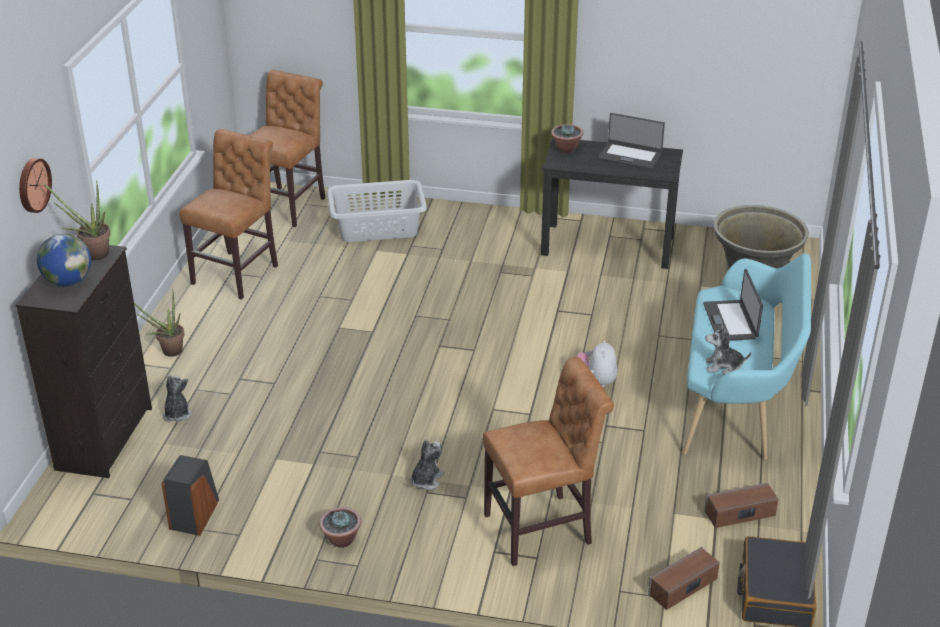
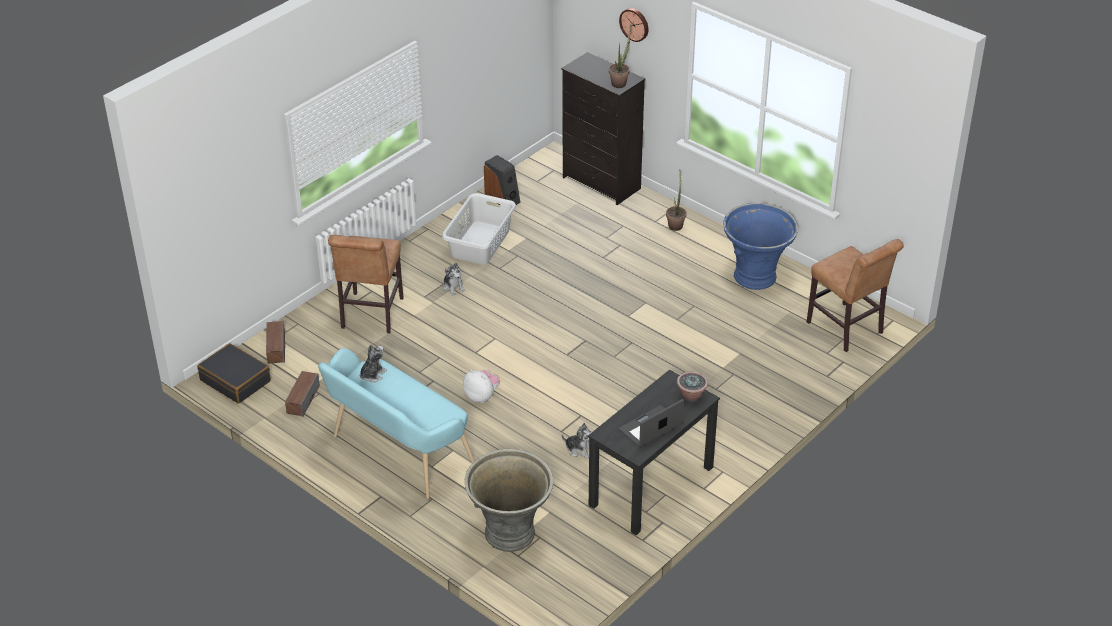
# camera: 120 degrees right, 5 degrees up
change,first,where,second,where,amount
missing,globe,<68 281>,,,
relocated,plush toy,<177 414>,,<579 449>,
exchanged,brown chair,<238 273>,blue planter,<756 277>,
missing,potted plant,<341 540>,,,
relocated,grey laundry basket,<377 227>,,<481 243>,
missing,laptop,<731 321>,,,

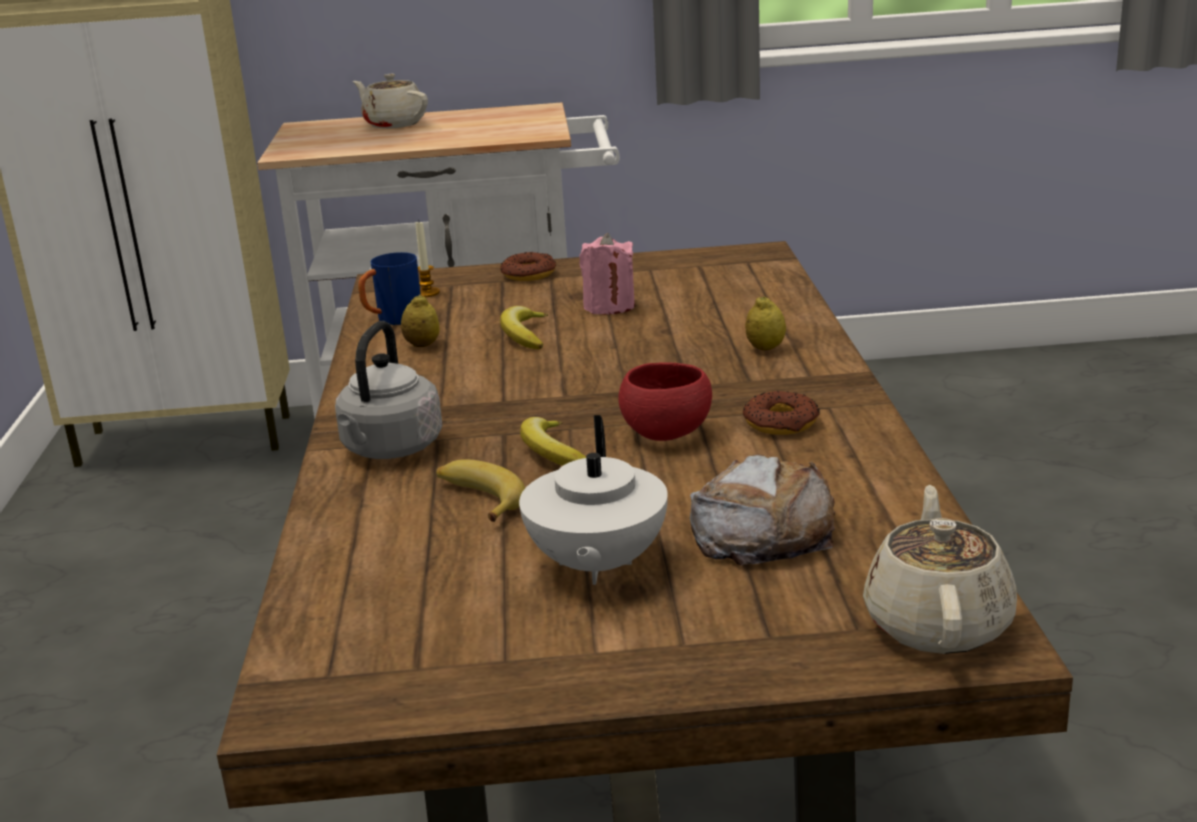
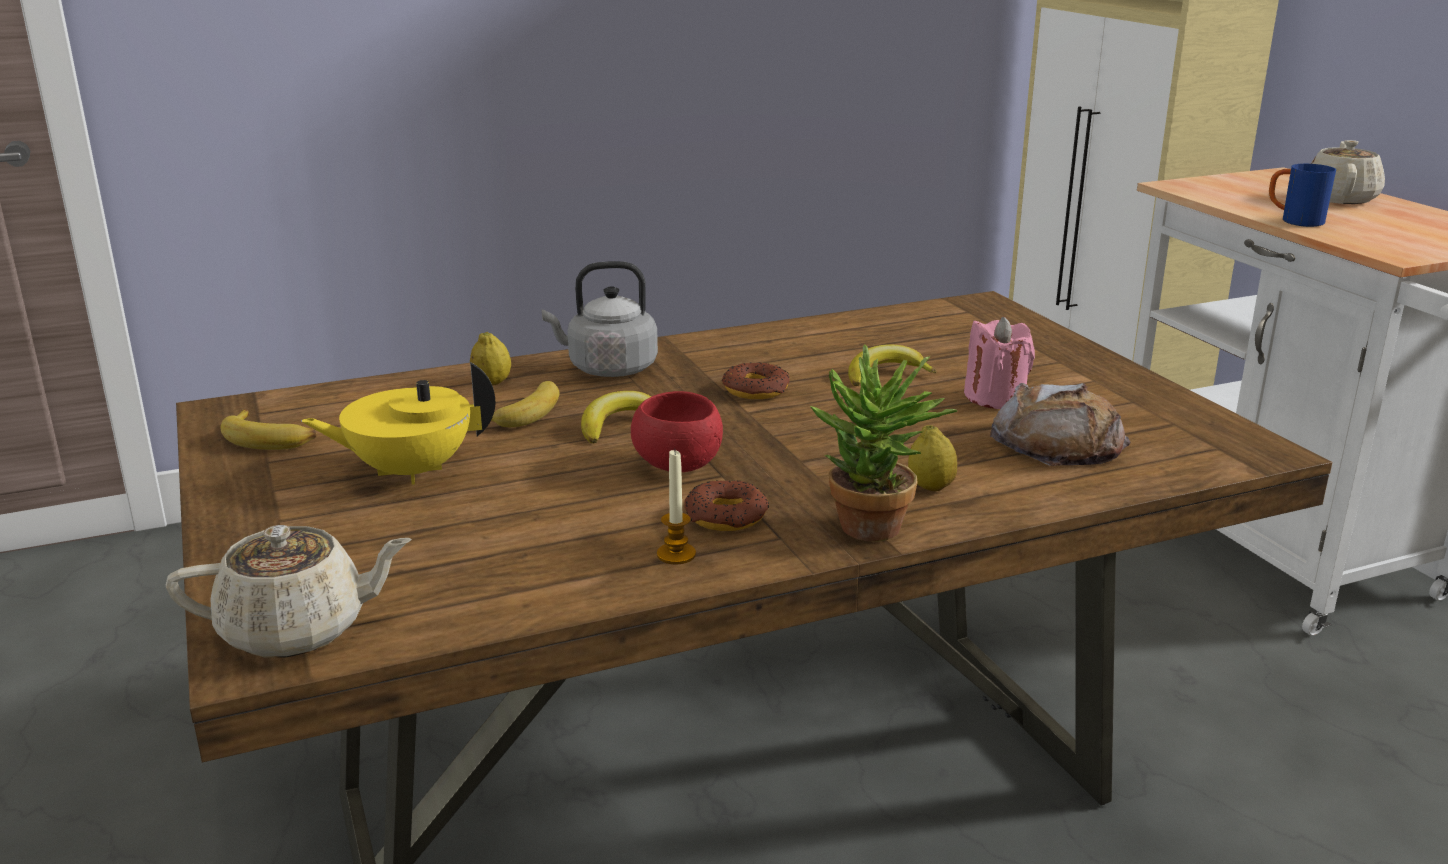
# camera: 70 degrees right, 0 degrees up
change,first,where,second,where,amount
relocated,blue mug,<392 320>,,<1294 221>,
relocated,lemon,<422 345>,,<492 383>,
relocated,candle,<427 293>,,<676 554>,
relocated,donut,<529 274>,,<756 389>,
colour,white teapot,<596 565>,yellow teapot,<409 471>,
relocated,bread,<763 529>,,<1058 442>,
appeared,,,banana,<270 439>,
appeared,,,potted plant,<873 533>,

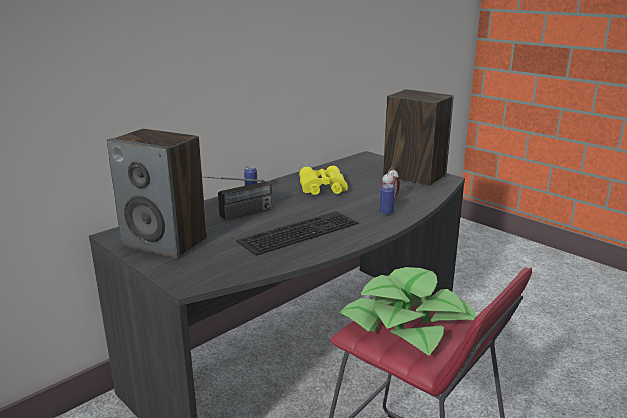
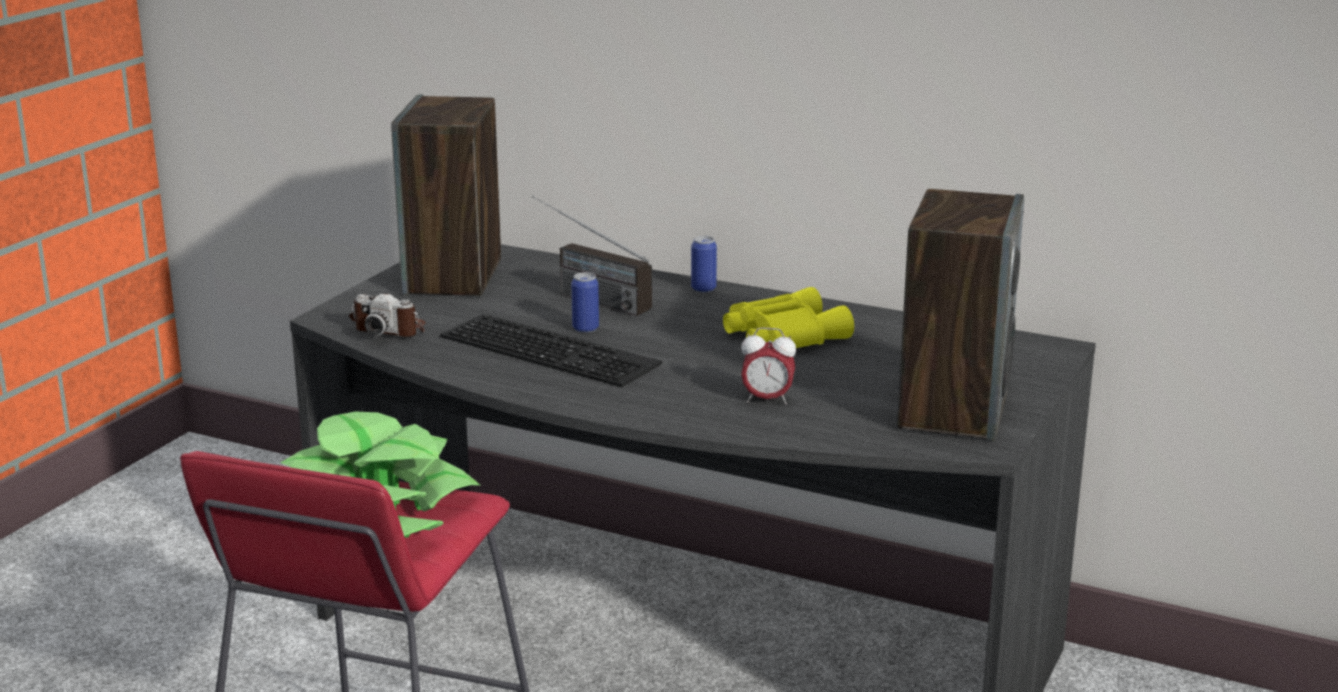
# camera: 70 degrees right, 0 degrees up
change,first,where,second,where,amount
relocated,can,<386 212>,,<585 328>,
appeared,,,photo camera,<390 329>,

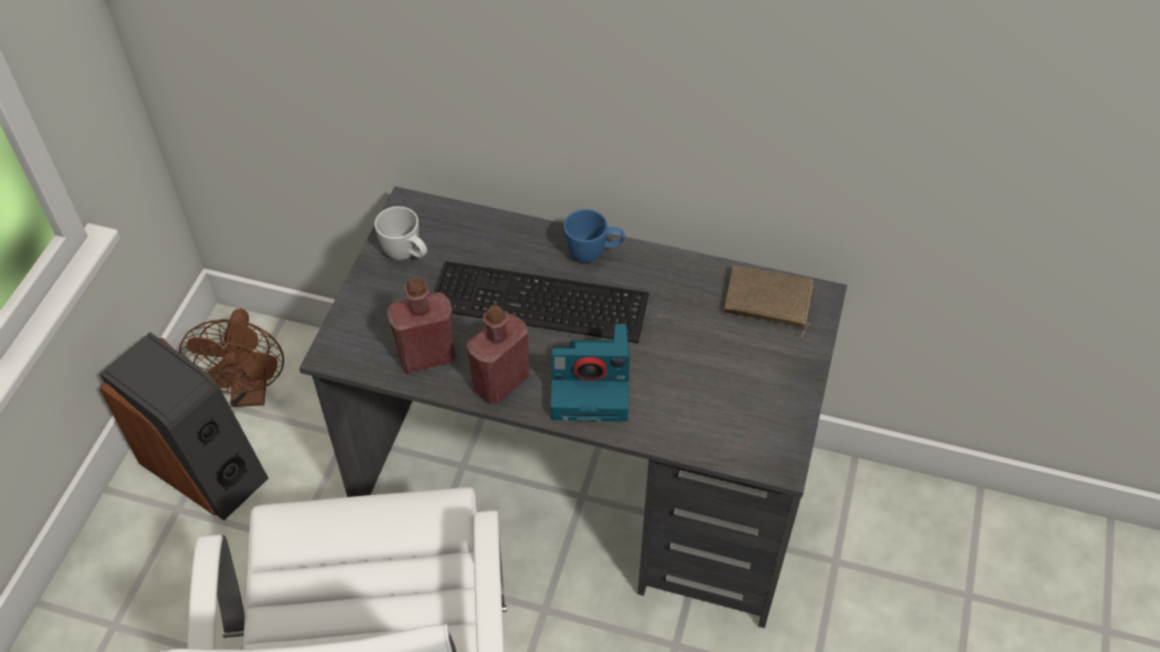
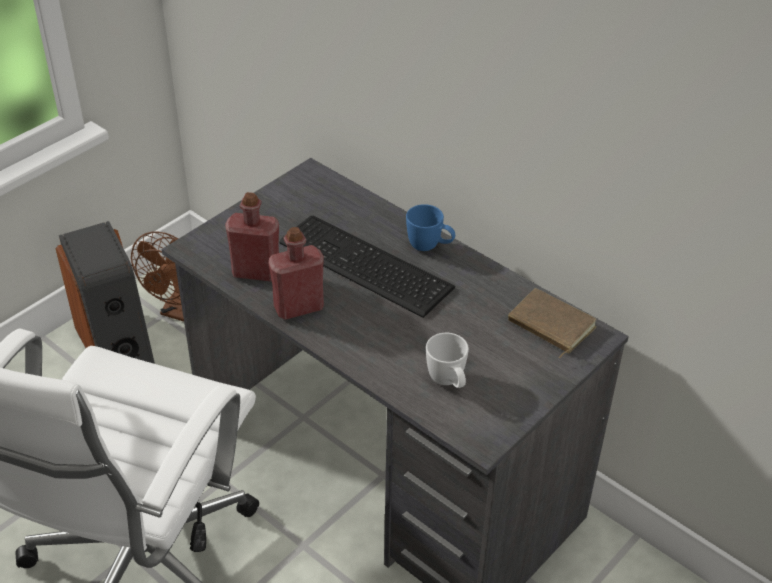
# camera: 25 degrees right, 10 degrees down
change,first,where,second,where,amount
relocated,white mug,<407 255>,,<448 382>,
missing,photo camera,<592 385>,,,

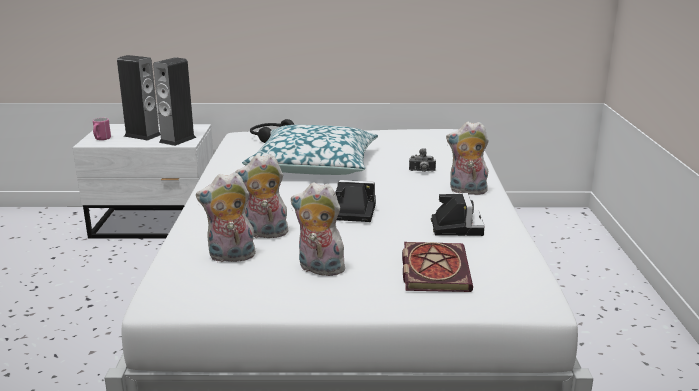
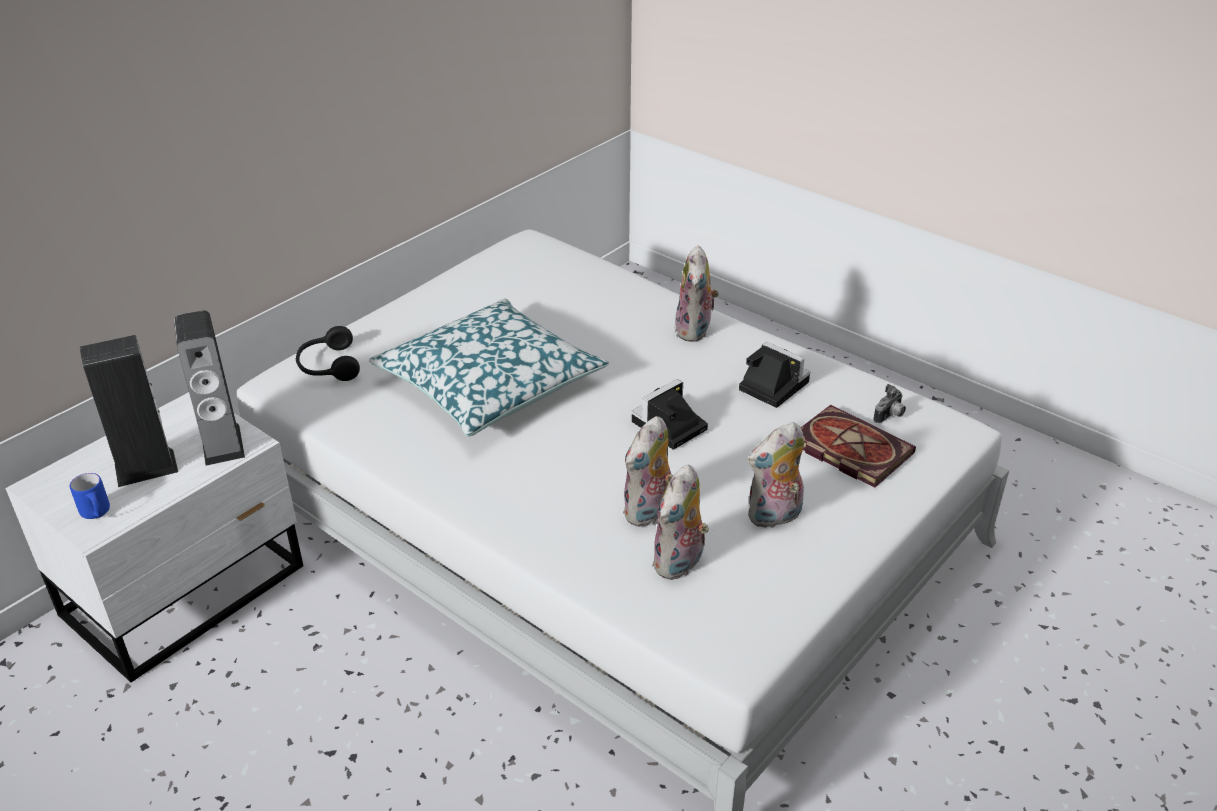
# camera: 50 degrees left, 15 degrees up
change,first,where,second,where,amount
colour,pink mug,<101 139>,blue mug,<97 514>,
relocated,photo camera,<422 171>,,<890 416>,
spun,plush toy,<466 191>,,<695 331>,45 degrees counterclockwise

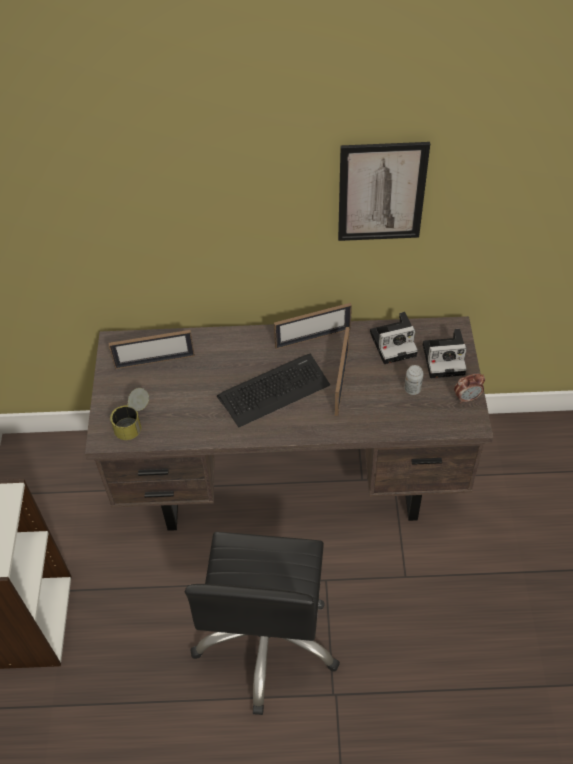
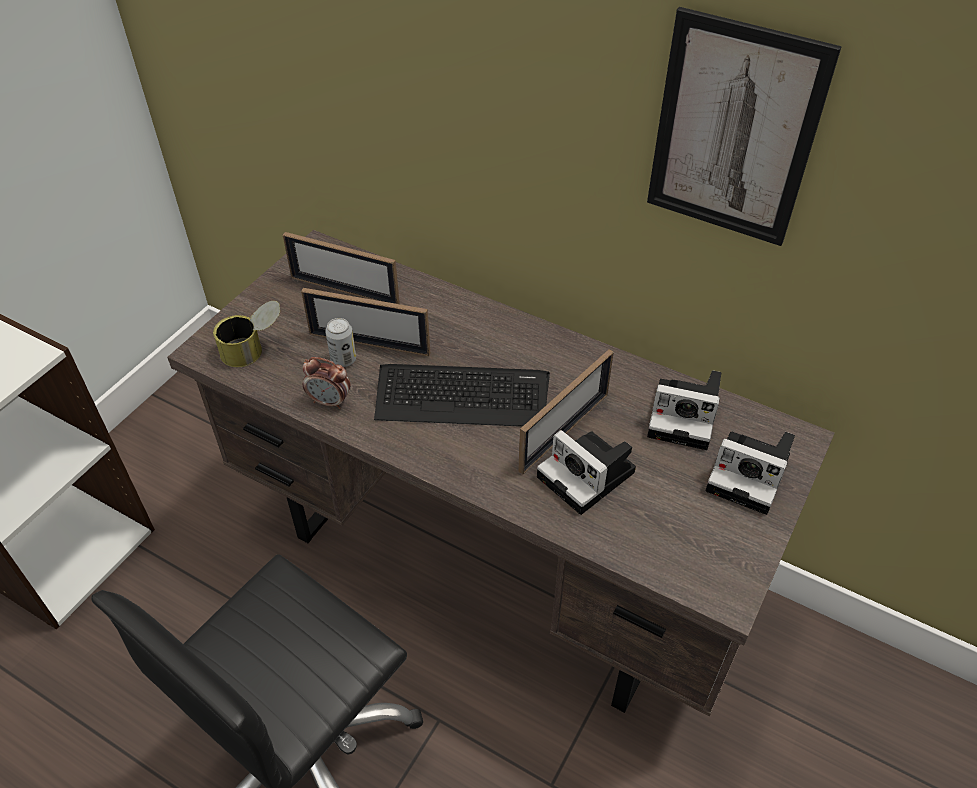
# camera: 30 degrees right, 5 degrees down
change,first,where,second,where,amount
relocated,picture frame,<313 338>,,<369 343>,
relocated,can,<412 389>,,<343 360>,
relocated,alarm clock,<467 398>,,<330 401>,
appeared,,,photo camera,<589 476>,

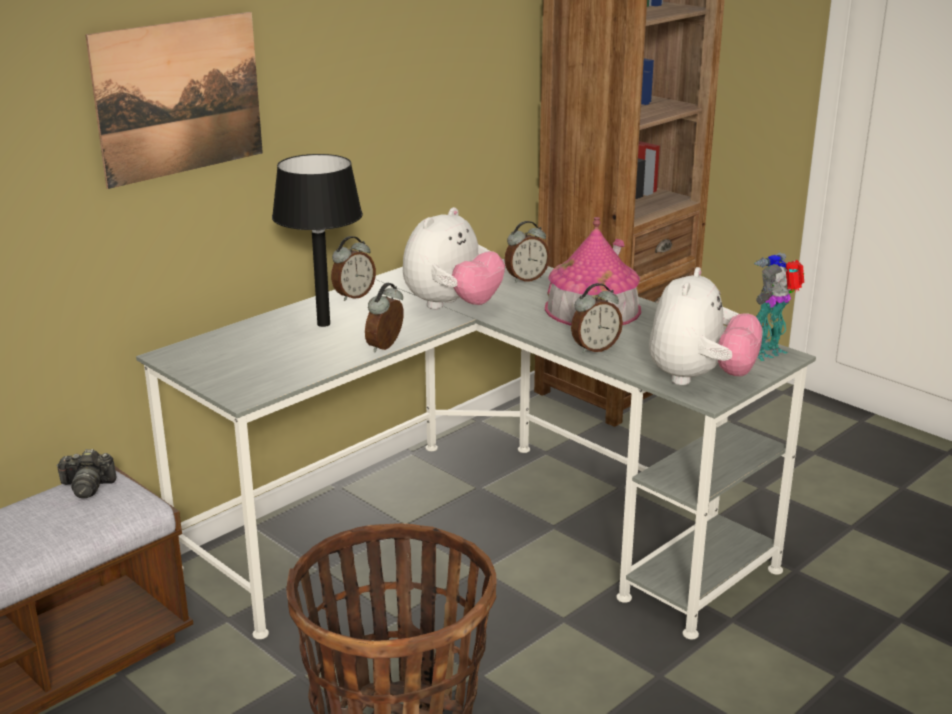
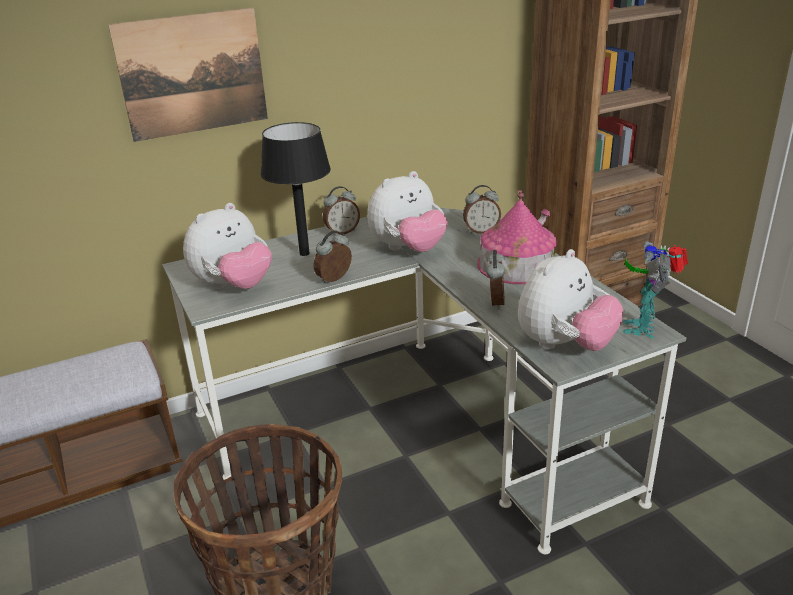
# camera: 20 degrees right, 5 degrees up
change,first,where,second,where,amount
missing,photo camera,<87 487>,,,
spun,alarm clock,<594 348>,,<494 302>,75 degrees counterclockwise
spun,toy robot,<769 352>,,<644 327>,60 degrees counterclockwise
appeared,,,plush toy,<233 286>,

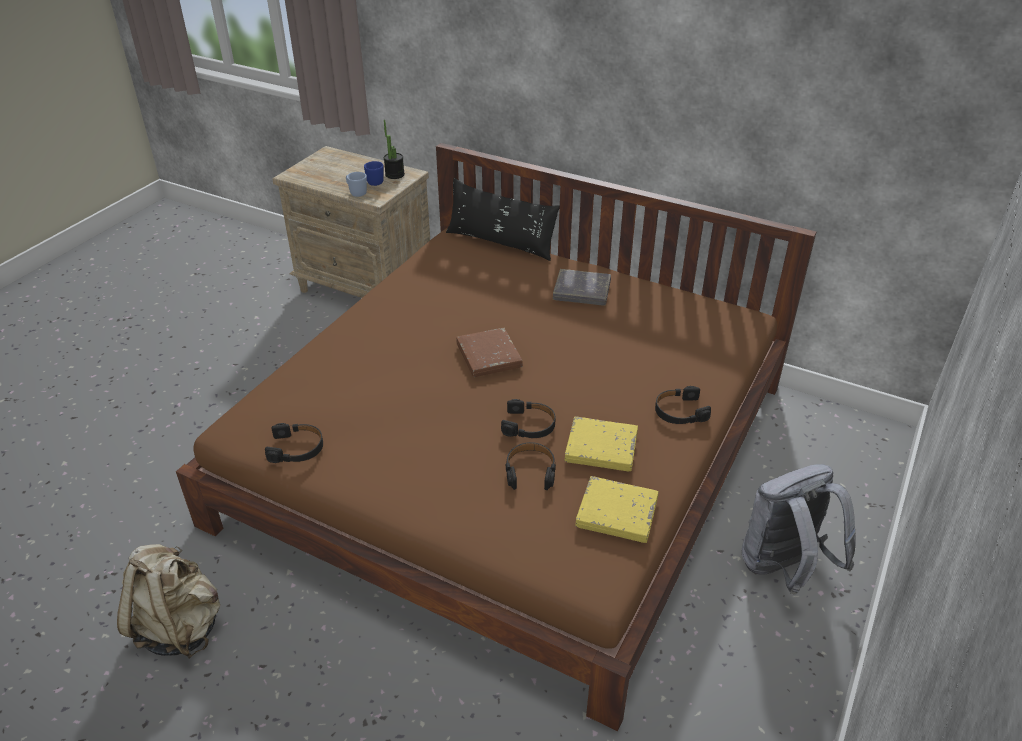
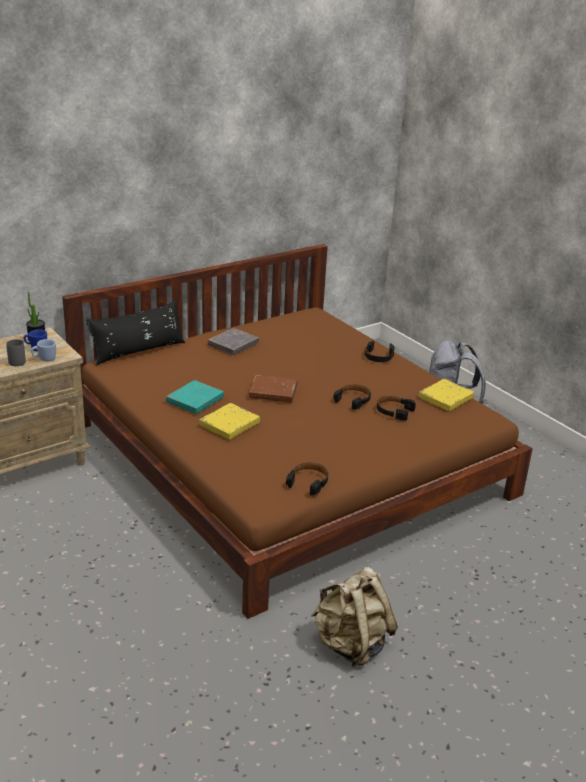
# camera: 65 degrees left, 10 degrees down
change,first,where,second,where,amount
relocated,yellow book,<601 448>,,<229 424>,
appeared,,,grey mug,<19 361>,
appeared,,,turquoise book,<195 400>,

